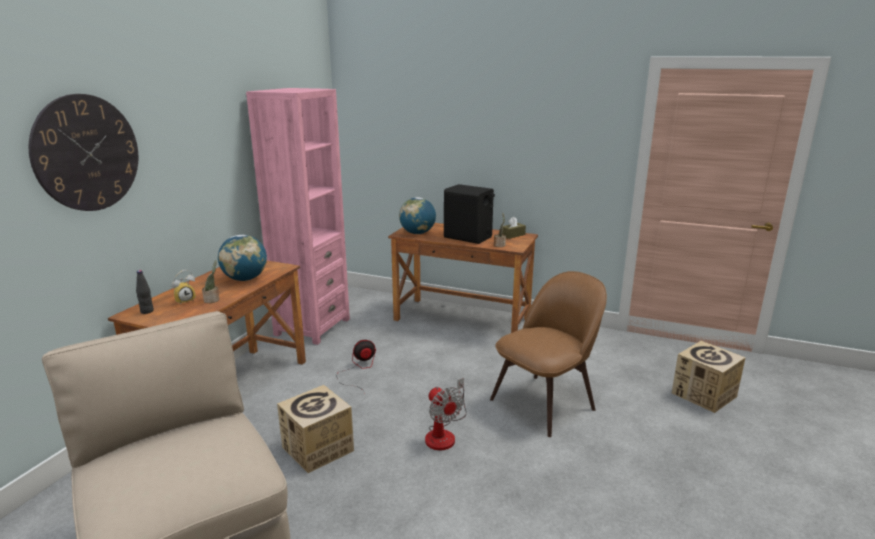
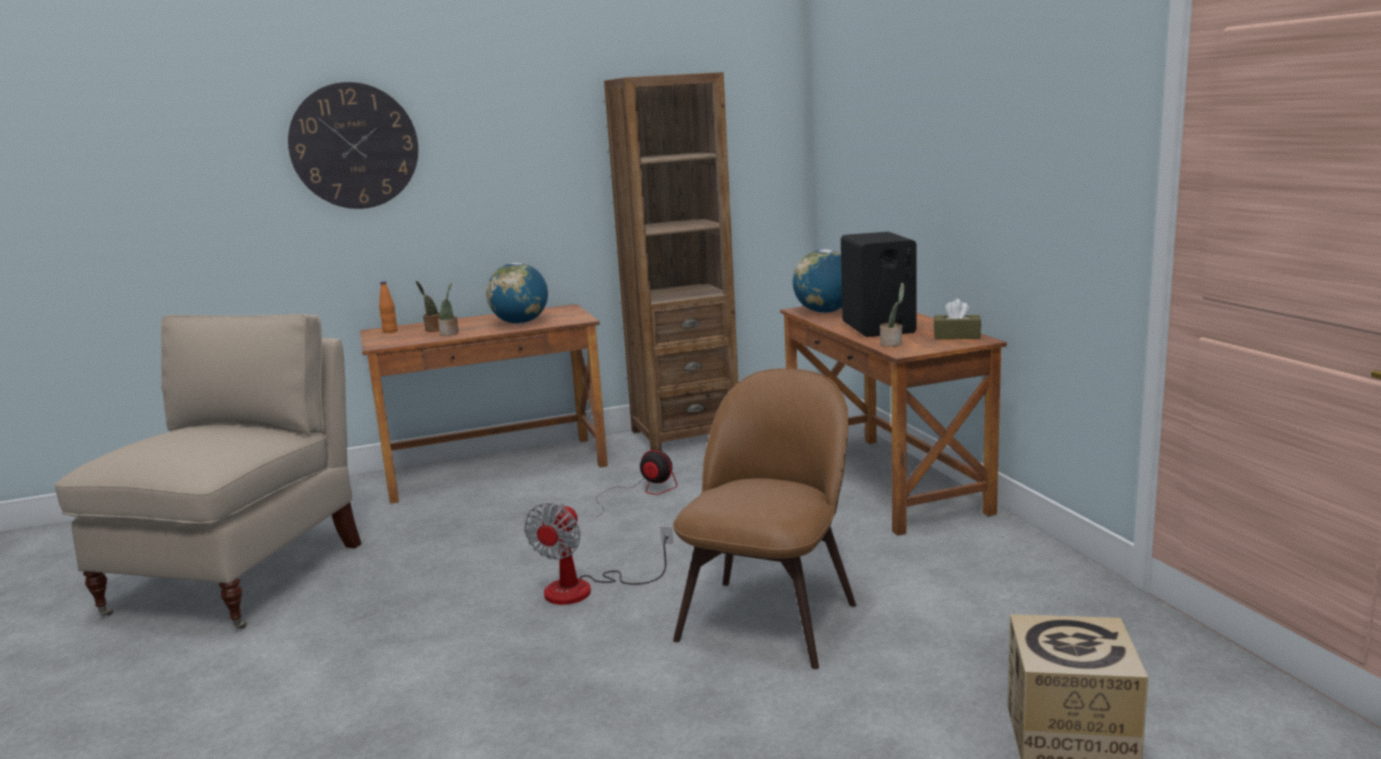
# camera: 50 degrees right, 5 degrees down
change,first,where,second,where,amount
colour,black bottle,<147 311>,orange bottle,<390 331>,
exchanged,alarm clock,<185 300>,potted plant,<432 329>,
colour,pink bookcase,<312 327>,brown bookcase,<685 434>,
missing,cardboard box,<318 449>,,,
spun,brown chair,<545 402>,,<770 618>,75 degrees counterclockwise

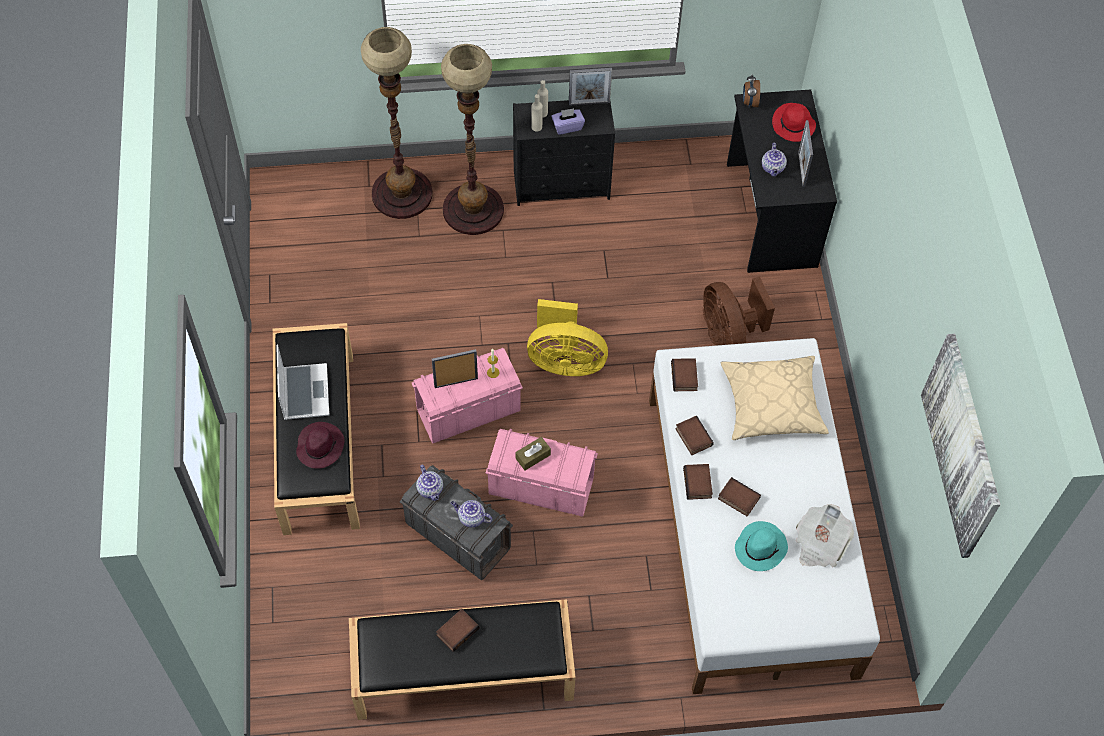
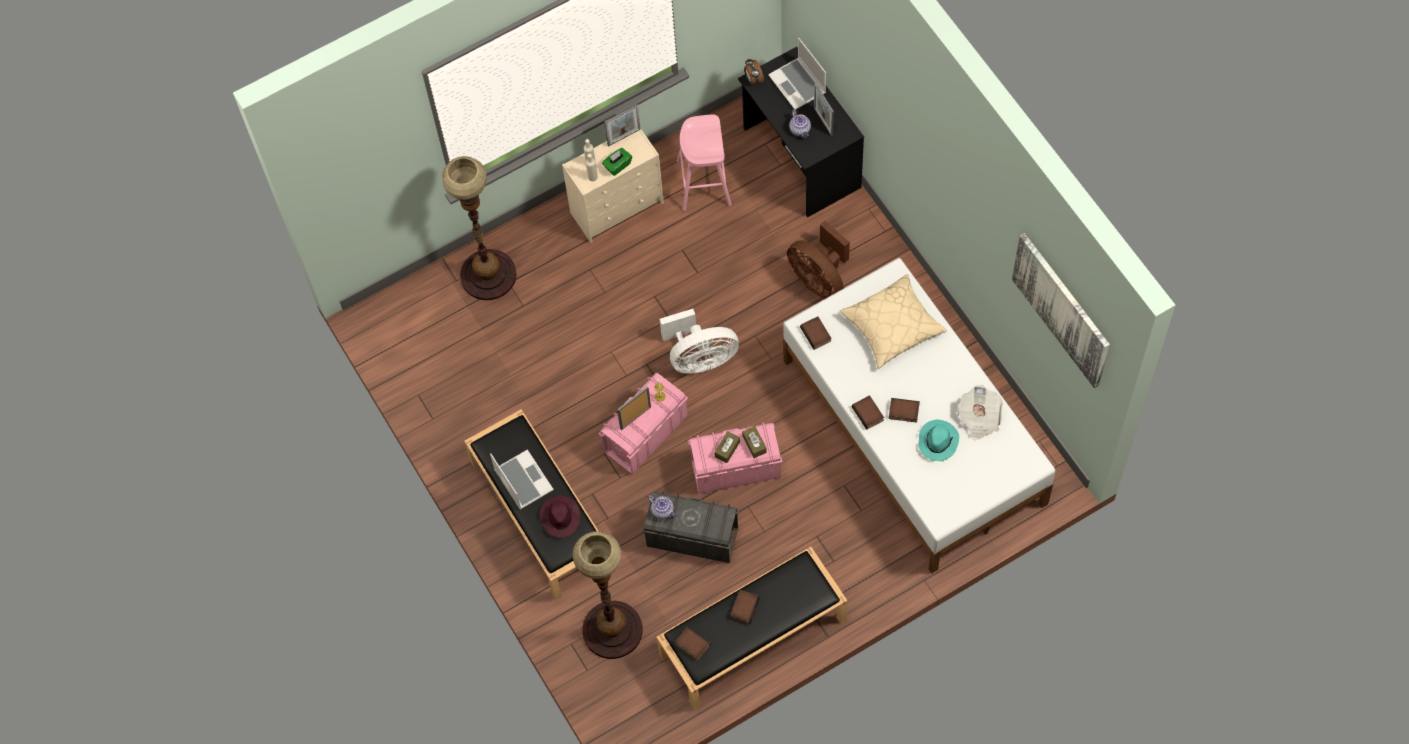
# camera: 20 degrees left, 5 degrees up
change,first,where,second,where,amount
relocated,floor lamp,<472 209>,,<612 630>,
missing,teapot,<471 518>,,,
colour,black dresser,<563 184>,beige dresser,<618 207>,
colour,yellow fan,<564 361>,white fan,<700 358>,
colour,purple tissue box,<567 126>,green tissue box,<617 165>,
relocated,book,<692 437>,,<691 645>,
exchanged,red hat,<793 125>,laptop,<798 85>,
appeared,,,pink stool,<704 182>,
appeared,,,brown tissue box,<754 444>,

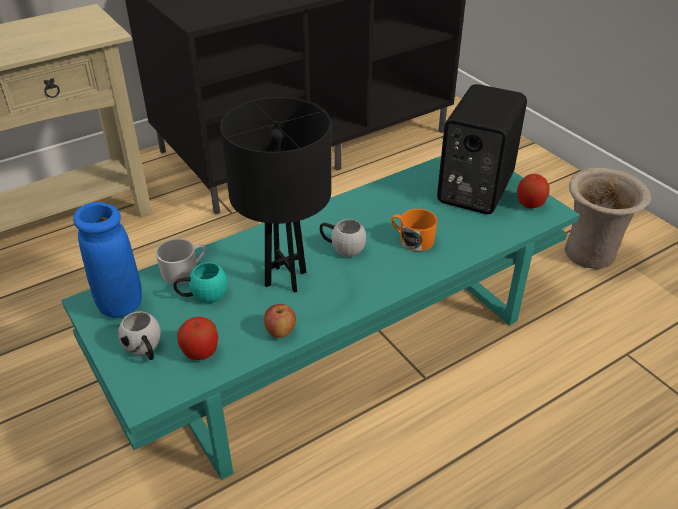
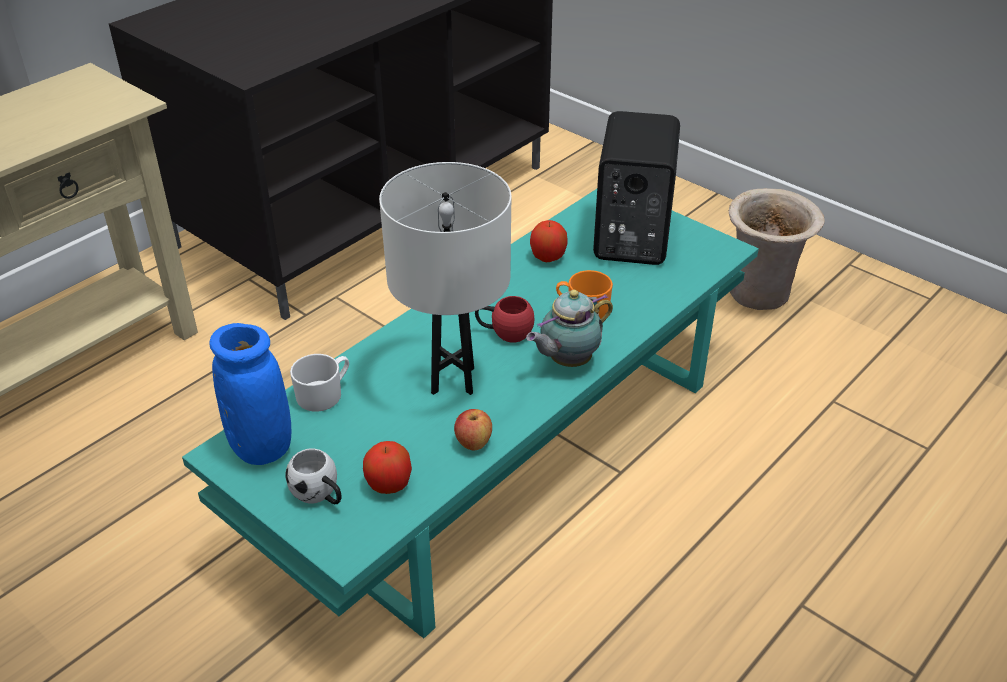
# camera: 15 degrees left, 0 degrees up
change,first,where,second,where,amount
missing,turquoise mug,<202 295>,,,
colour,black table lamp,<286 278>,white table lamp,<453 380>,
colour,white mug,<342 247>,red mug,<504 332>,
relocated,apple,<530 204>,,<548 257>,
appeared,,,teapot,<567 361>,

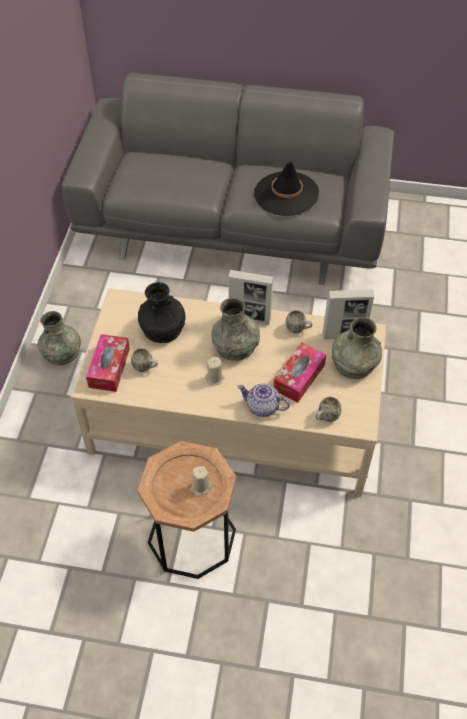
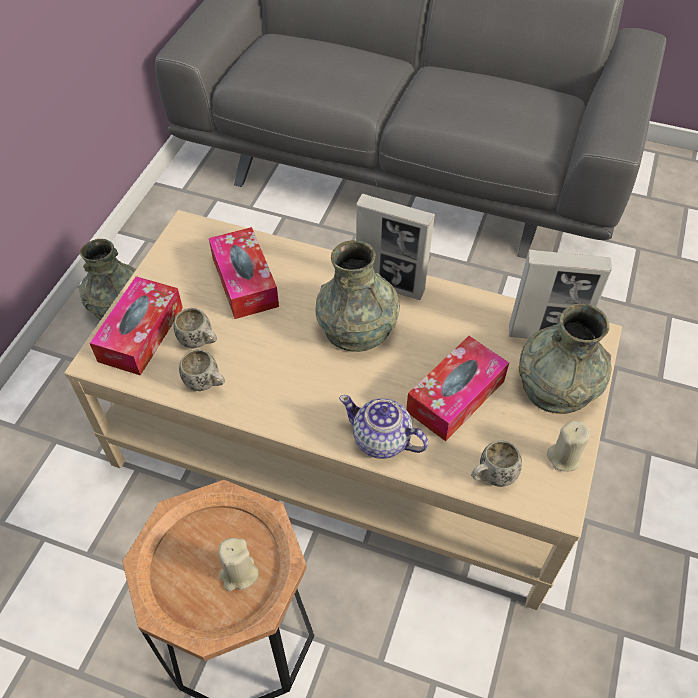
# camera: 10 degrees right, 0 degrees up
change,first,where,second,where,amount
exchanged,black vase,<162 328>,tissue box,<245 282>,
relocated,beige candle,<215 378>,,<564 457>,
missing,black hat,<286 194>,,,
relocated,white mug,<298 329>,,<207 384>,

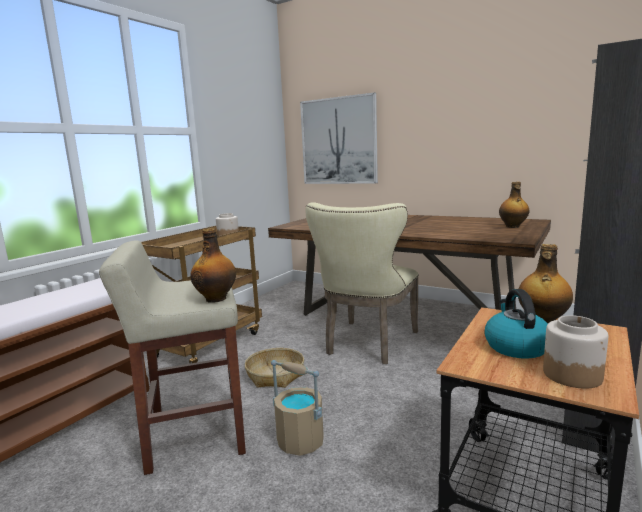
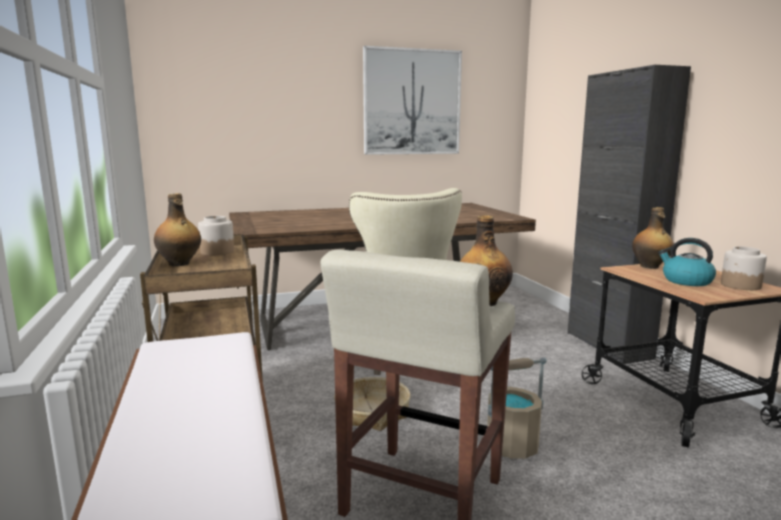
# camera: 50 degrees left, 0 degrees up
change,first,where,second,where,amount
relocated,picture,<339 141>,,<412 102>,
relocated,bottle,<512 227>,,<179 264>,

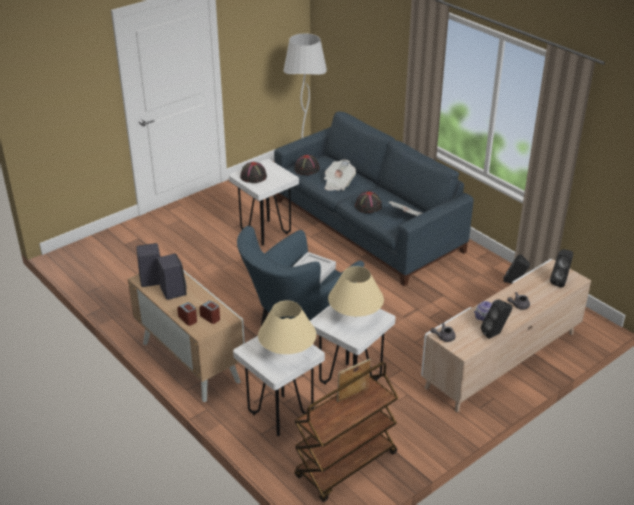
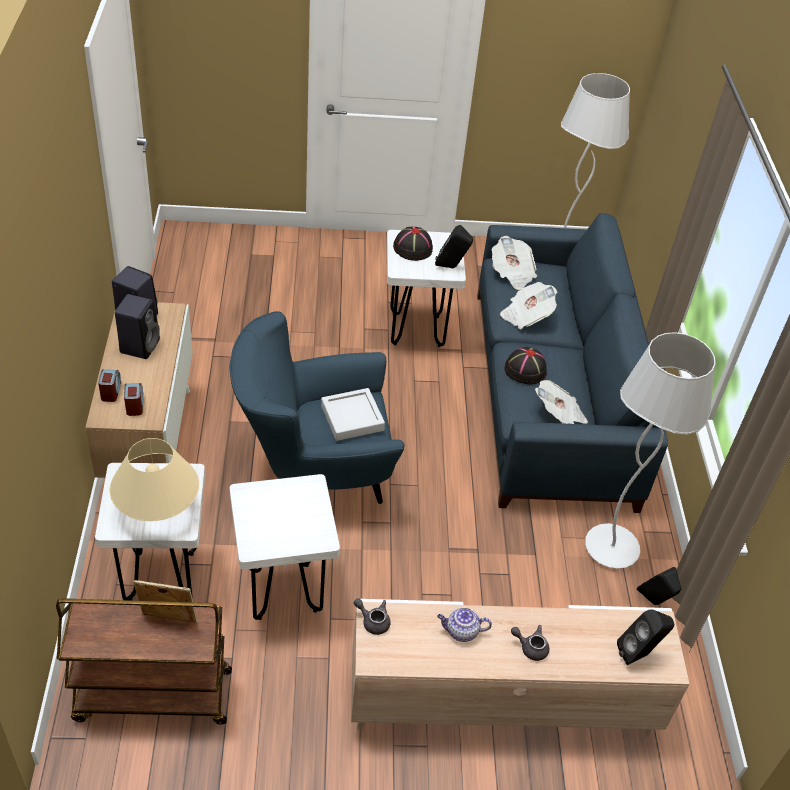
# camera: 35 degrees right, 10 degrees up
change,first,where,second,where,amount
exchanged,black hat,<307 169>,newspaper,<512 273>,
missing,beige table lamp,<355 317>,,,
relocated,black speaker,<495 334>,,<451 267>,
appeared,,,white floor lamp,<611 548>,

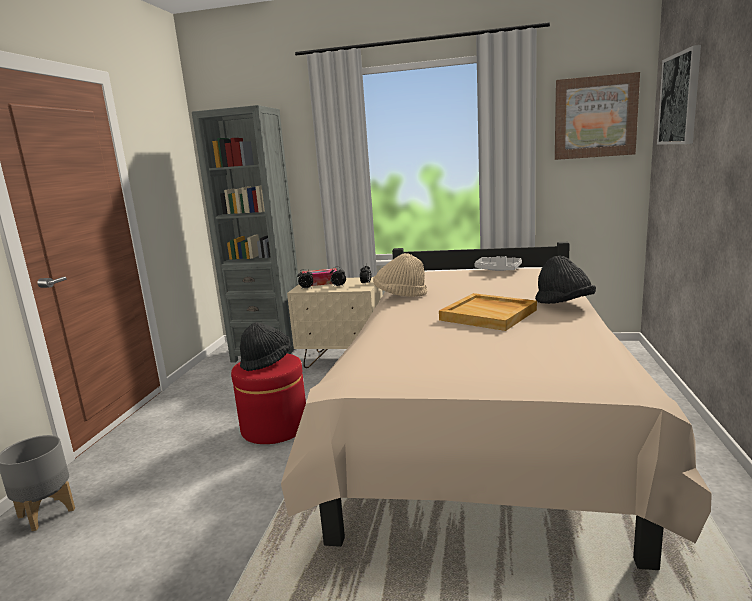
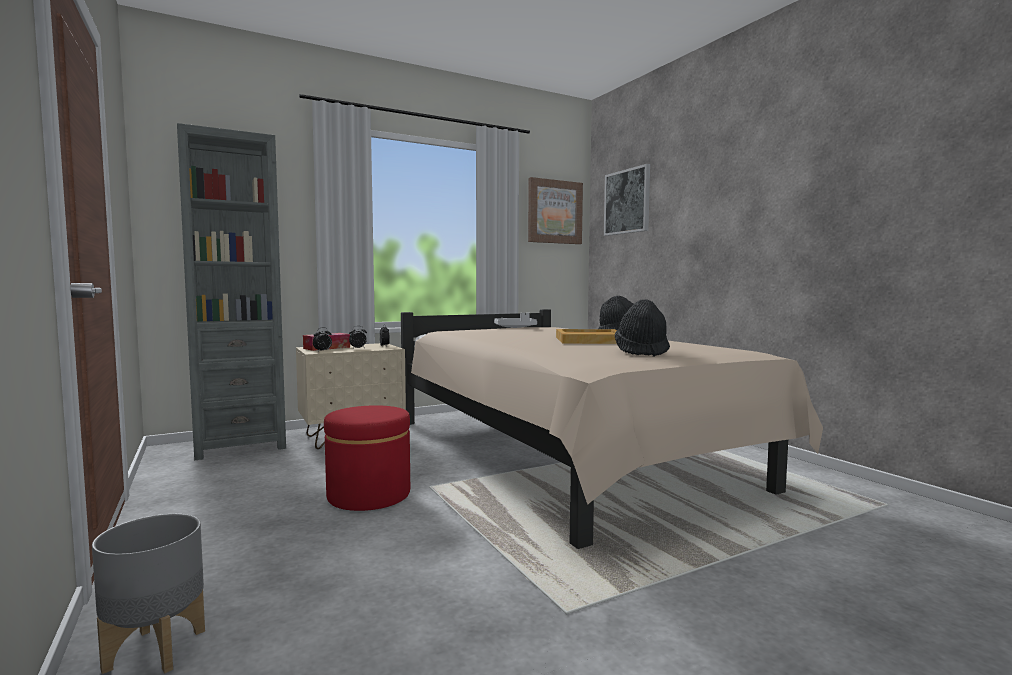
# camera: 40 degrees left, 10 degrees down
change,first,where,second,where,amount
relocated,black hat,<266 362>,,<641 352>,
missing,beige hat,<400 295>,,,

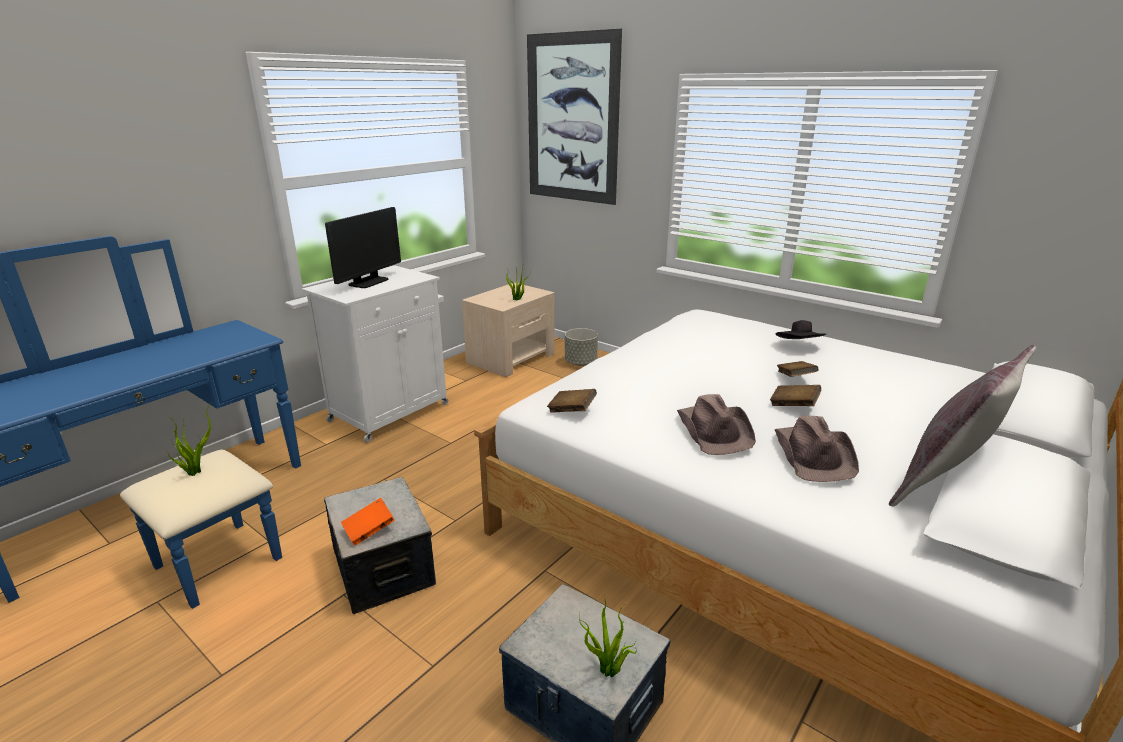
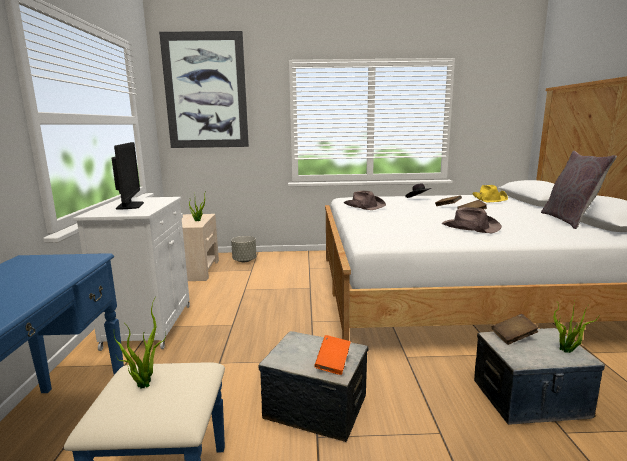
# camera: 40 degrees left, 10 degrees down
change,first,where,second,where,amount
relocated,brown book,<572 411>,,<513 337>,
relocated,brown hat,<814 455>,,<364 206>,
appeared,,,yellow hat,<489 199>,

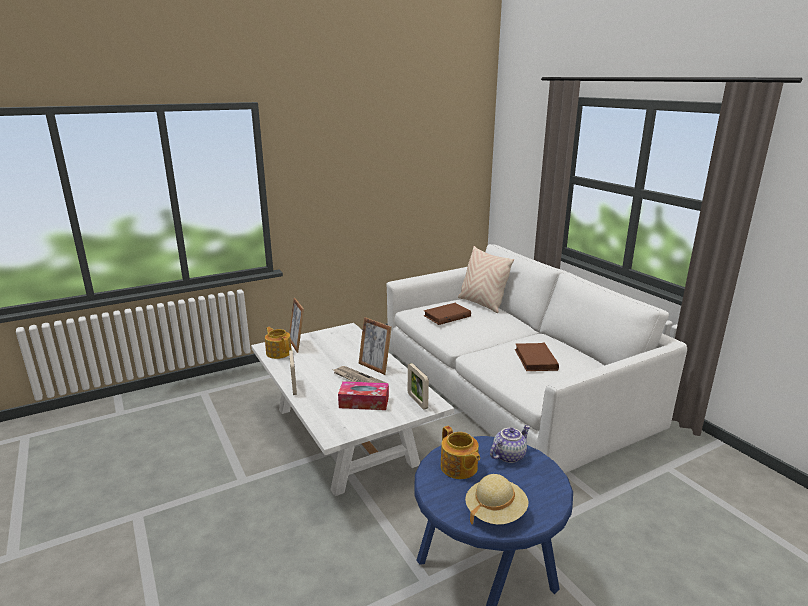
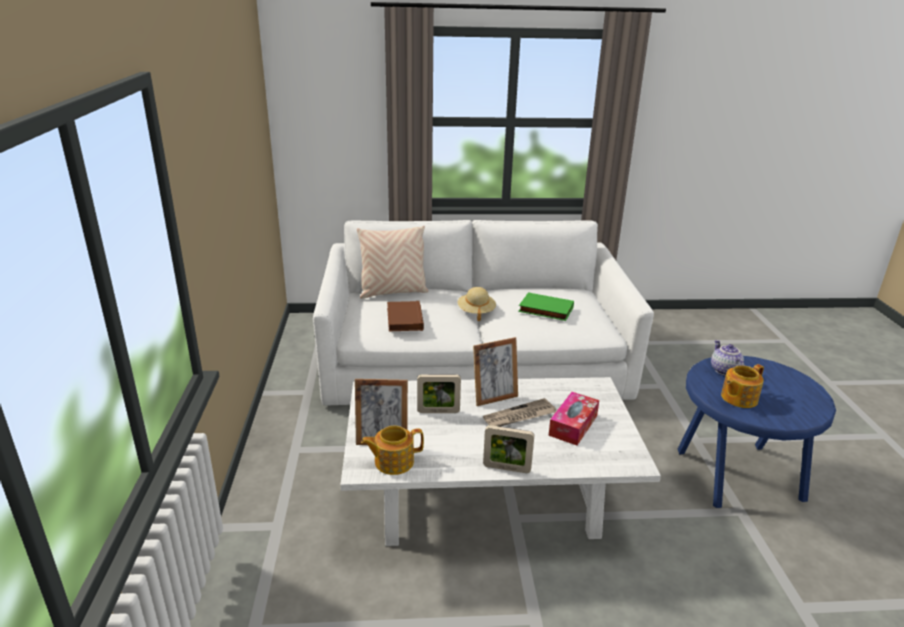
# camera: 65 degrees left, 5 degrees up
change,first,where,second,where,amount
relocated,picture frame,<417 401>,,<438 411>,
spun,teapot,<459 468>,,<738 398>,150 degrees clockwise
relocated,beige hat,<495 512>,,<476 312>,
colour,brown book,<534 359>,green book,<545 310>,

